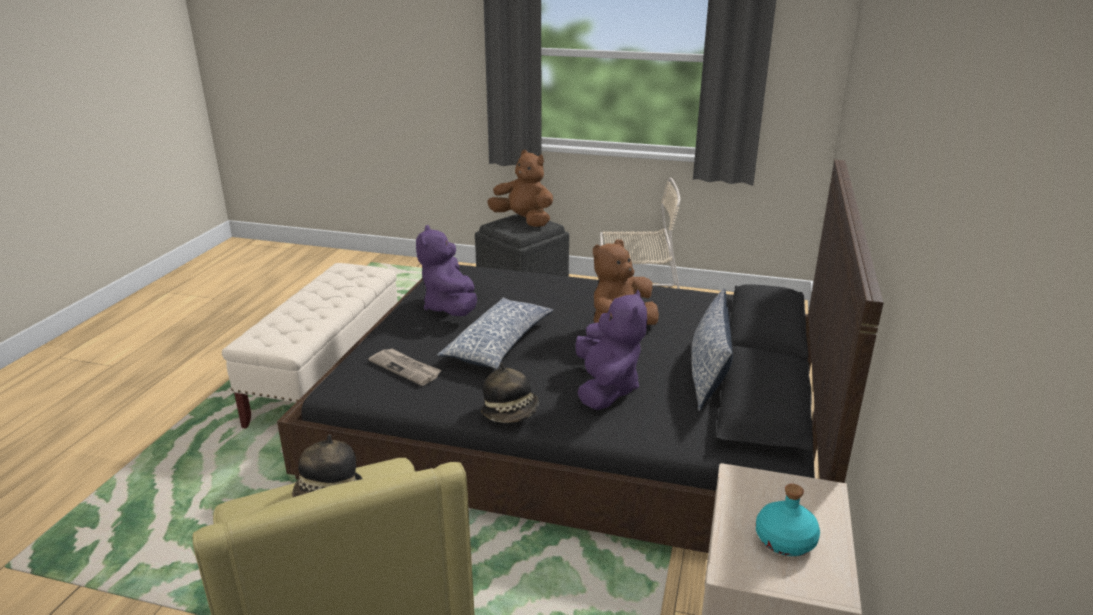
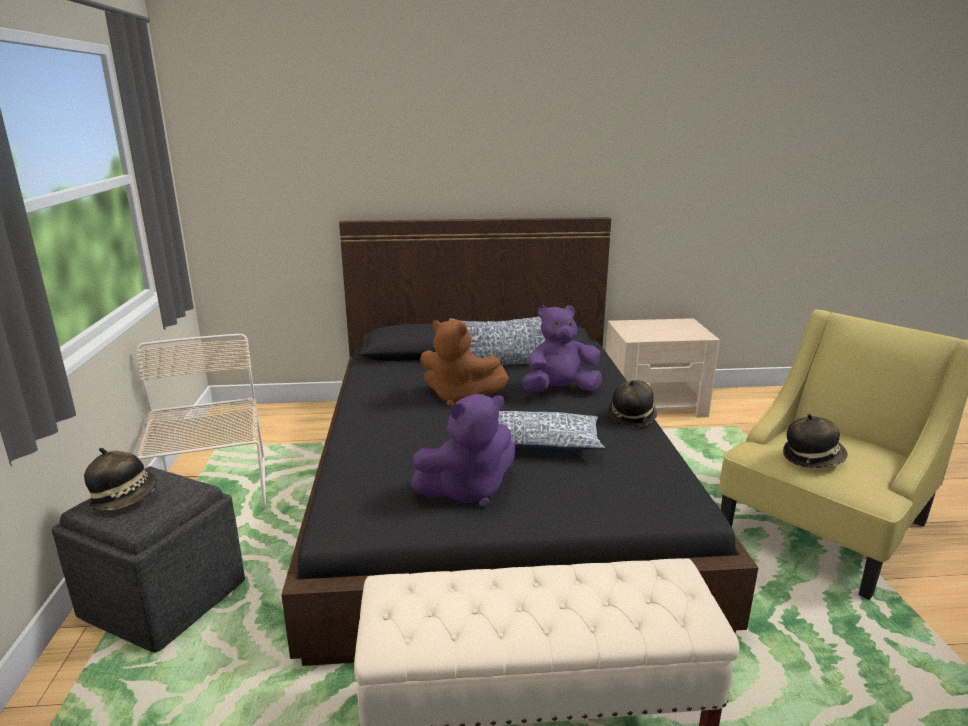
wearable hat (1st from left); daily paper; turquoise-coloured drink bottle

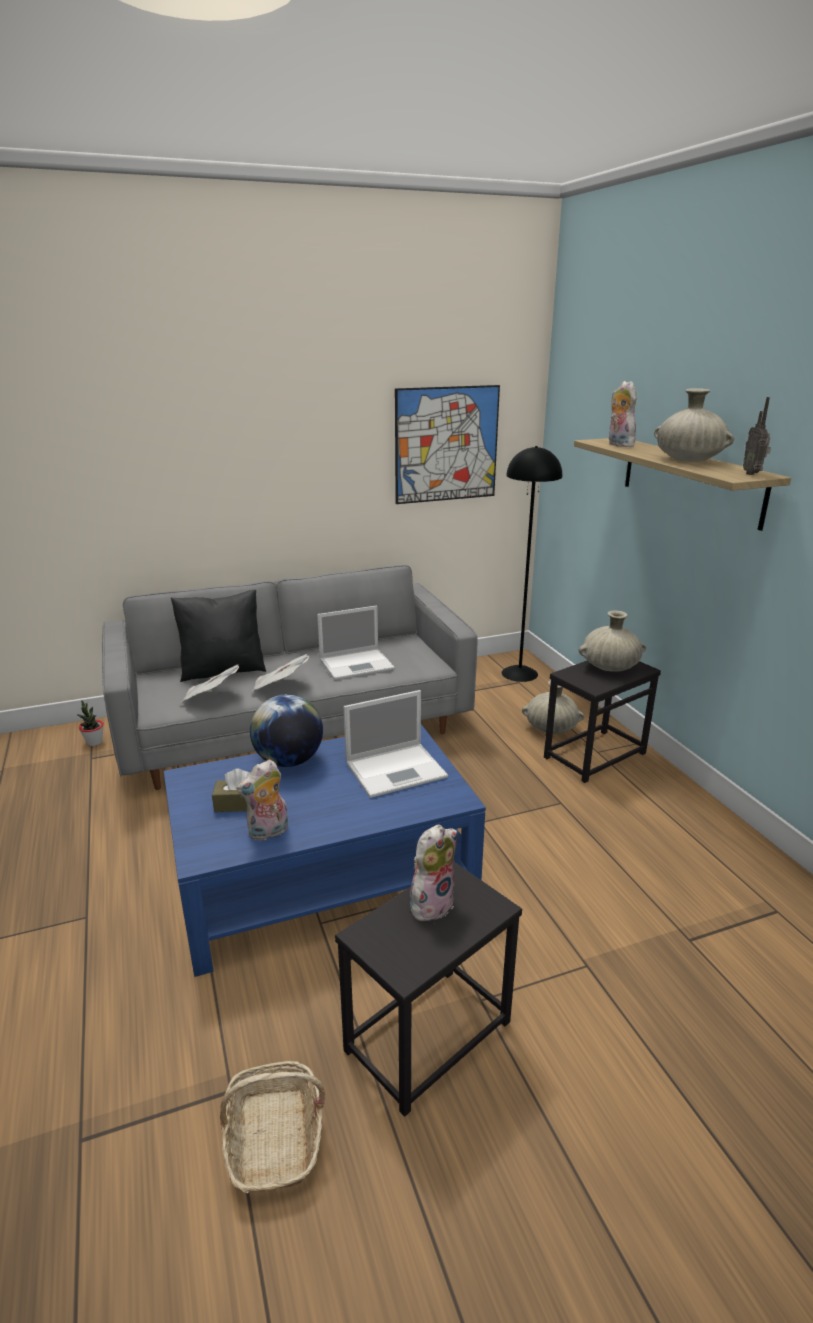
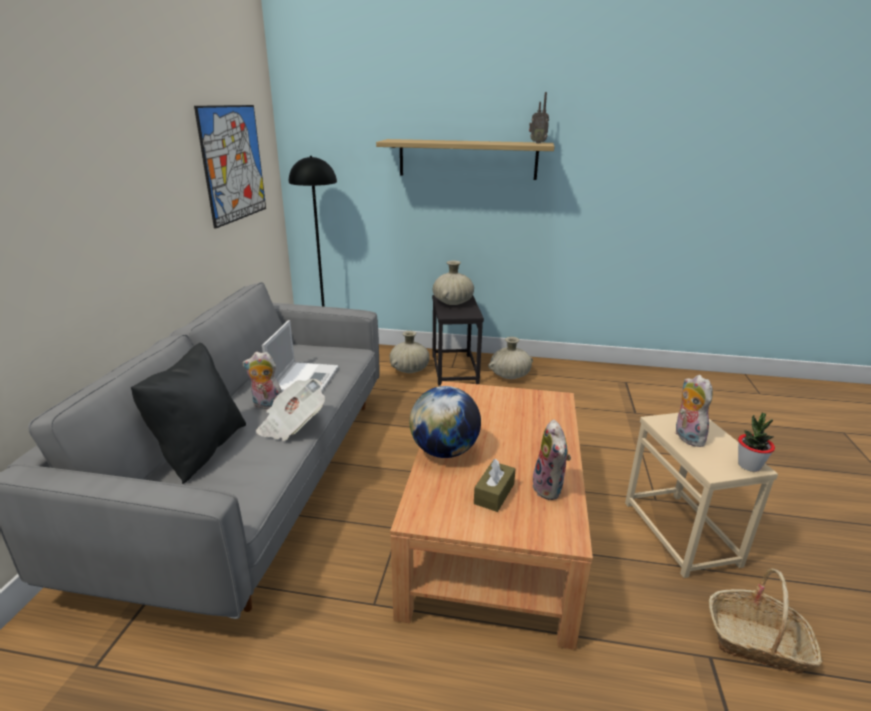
cuddly toy (1st from left); brown coffee table; beige-coloured decorative vase (3rd from left); beige-coloured side table; plant in a pot; daily paper (1st from left in the first image); laptop (2nd from left in the first image)

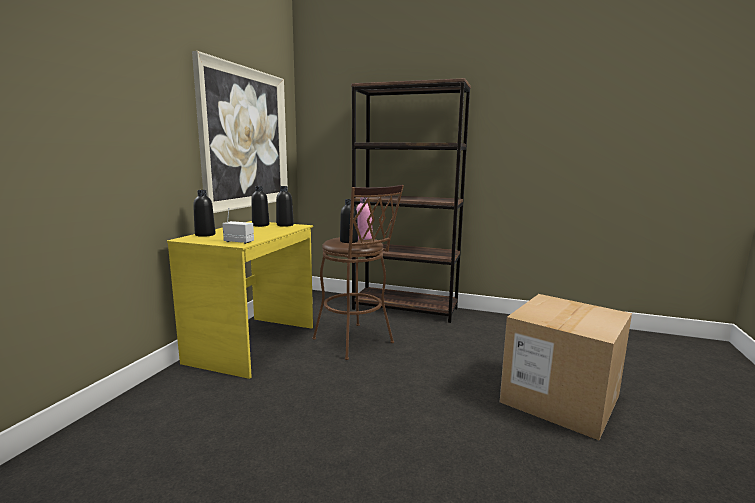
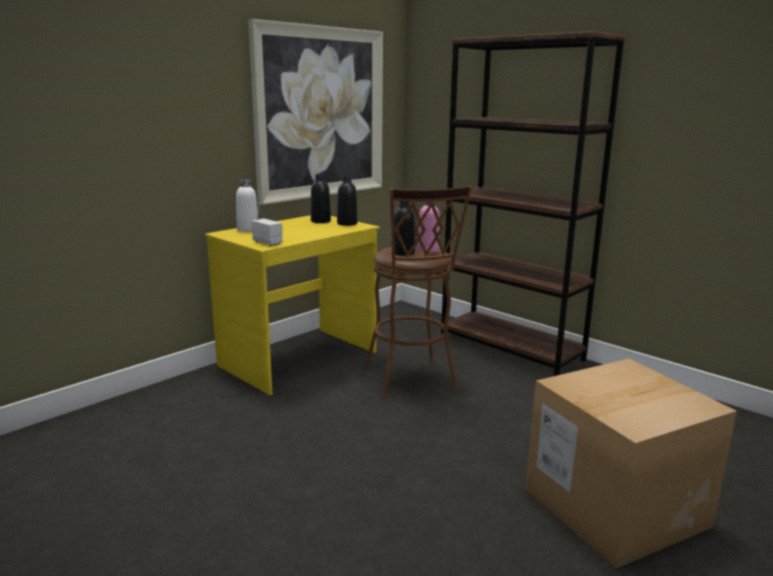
whitish drink bottle

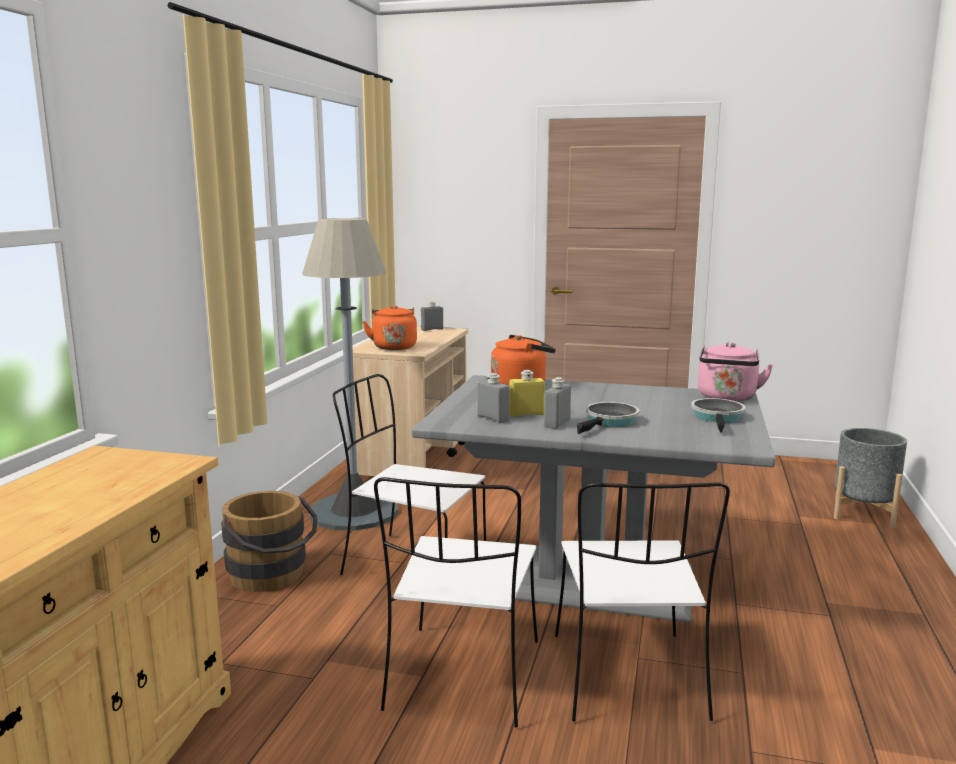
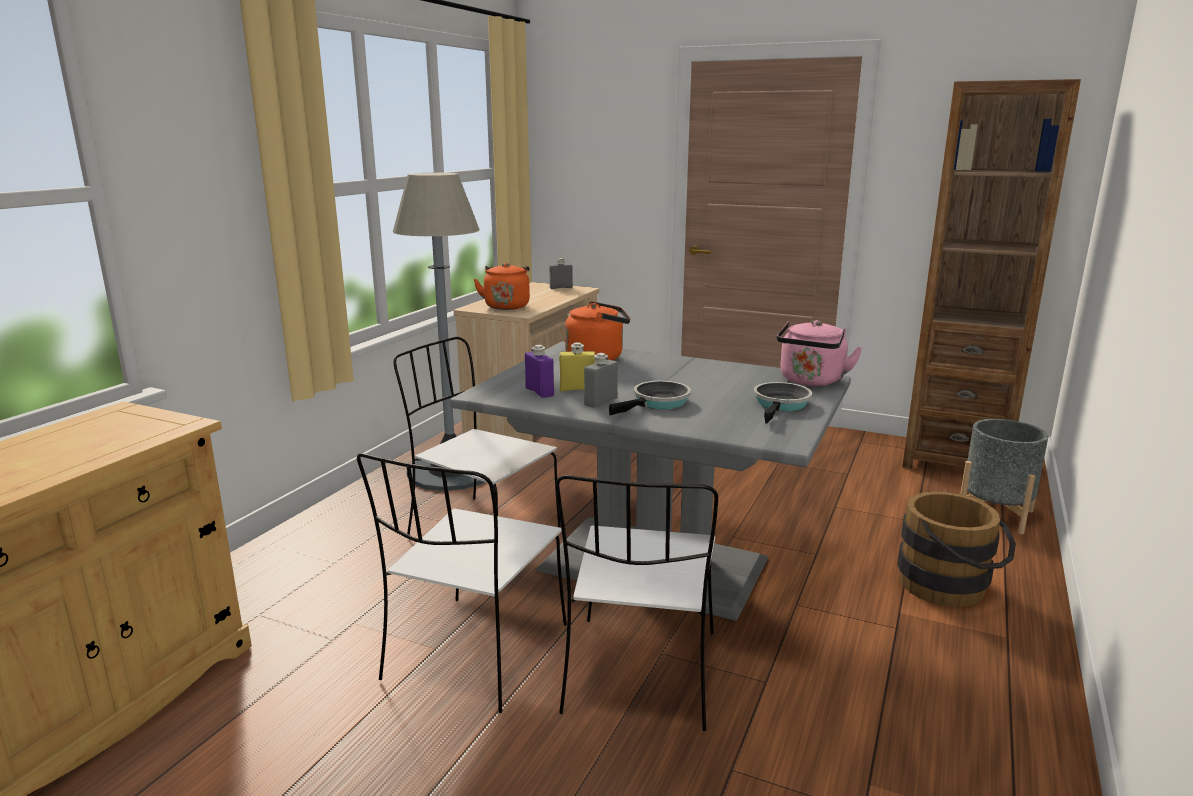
purple-coloured drink bottle; brown bucket; brown bookshelf

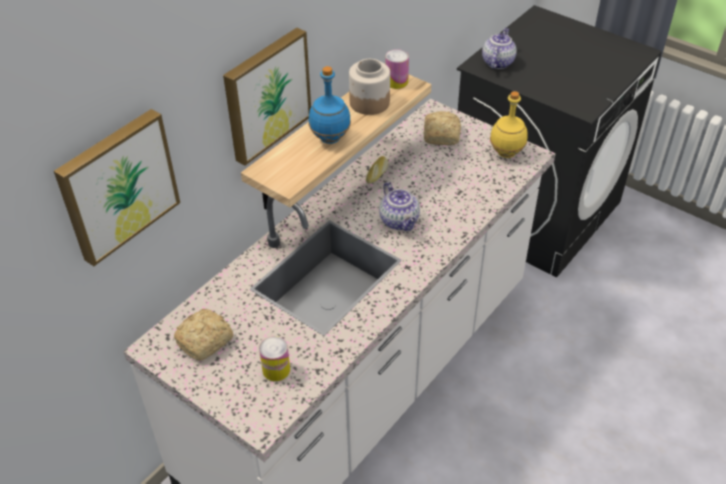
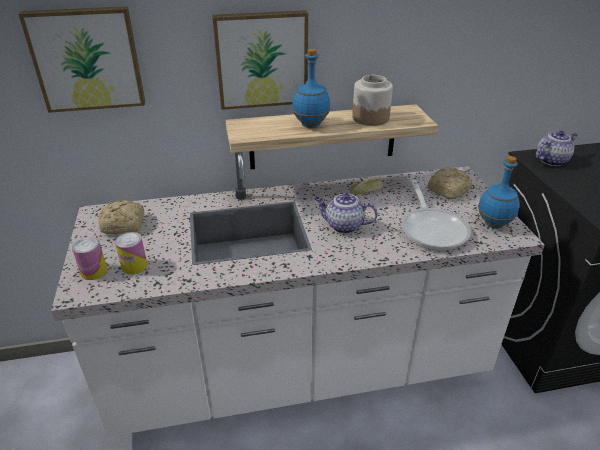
sealed can (1st from left); teapot (1st from left); frying pan; blue drink bottle (2nd from left)

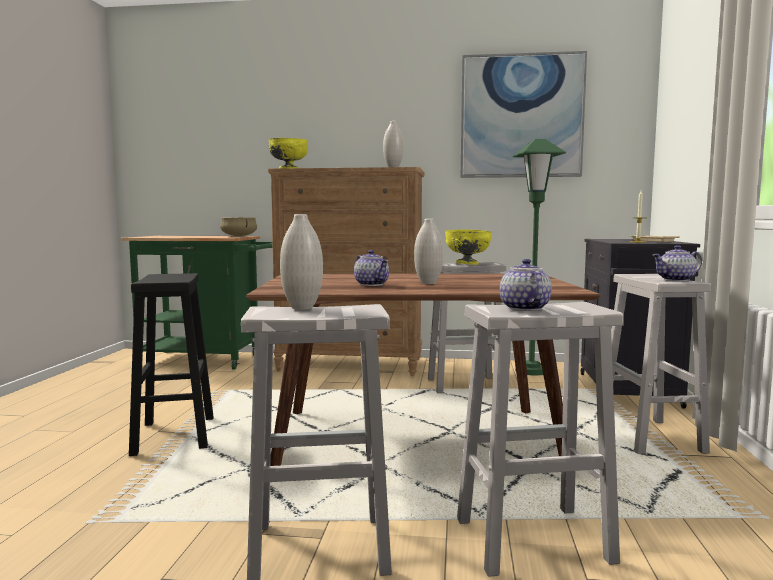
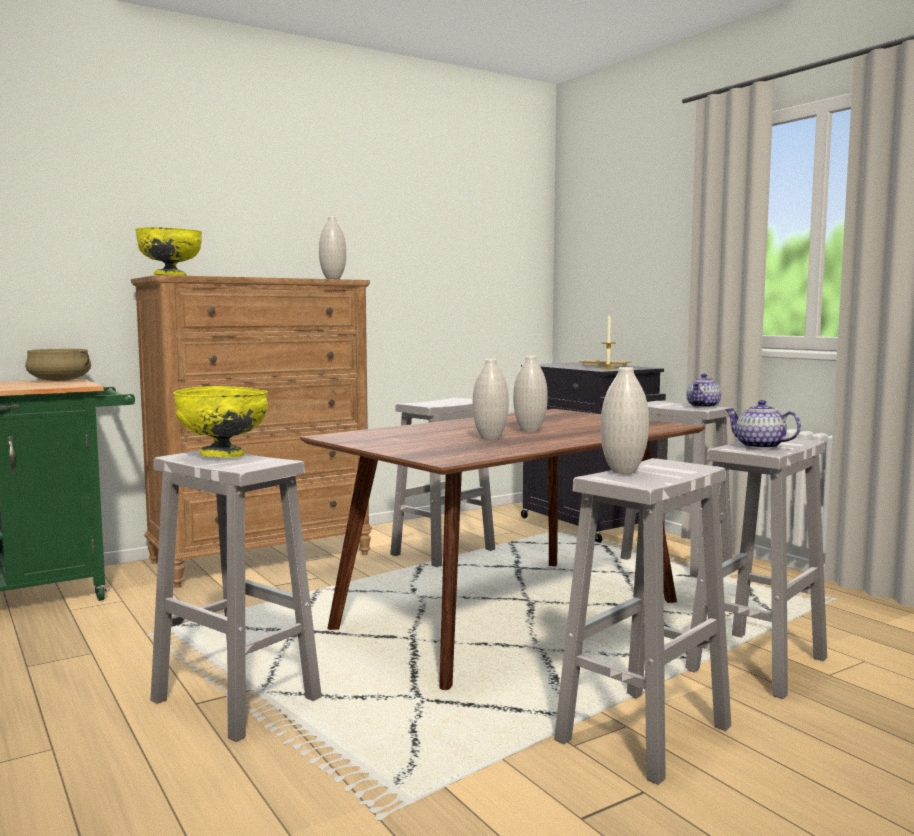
whitish sitting stool (1st from left); yellowish serving bowl (2nd from left); whitish decorative vase (2nd from left); wall picture; greenish standing lamp

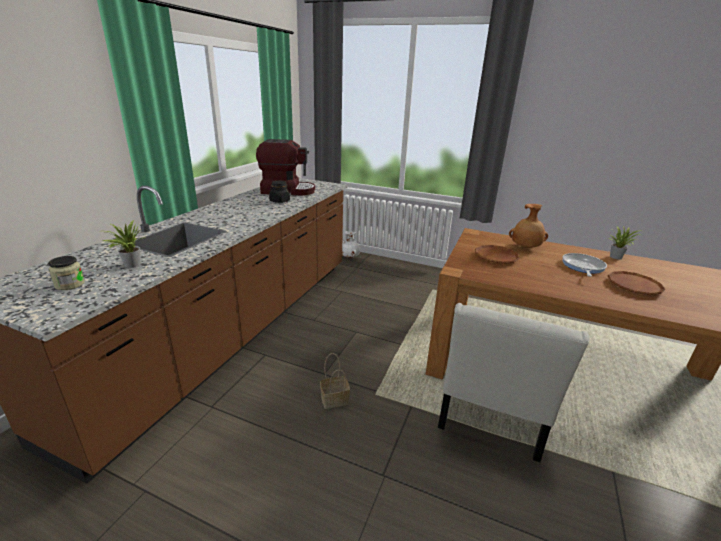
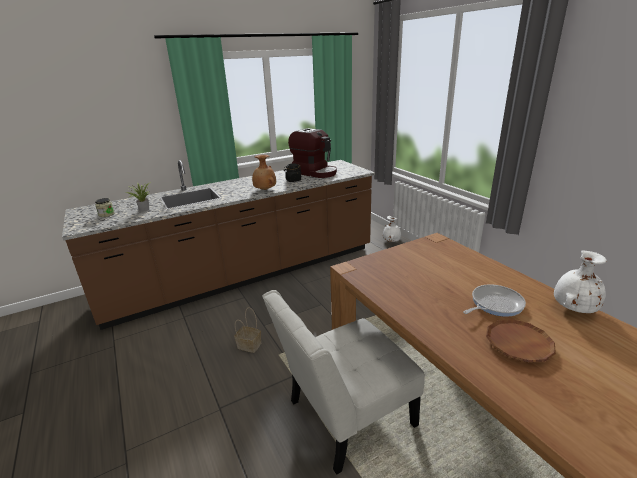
brown decorative vase; whitish decorative vase (2nd from left); brown dinner plate (1st from left in the first image)

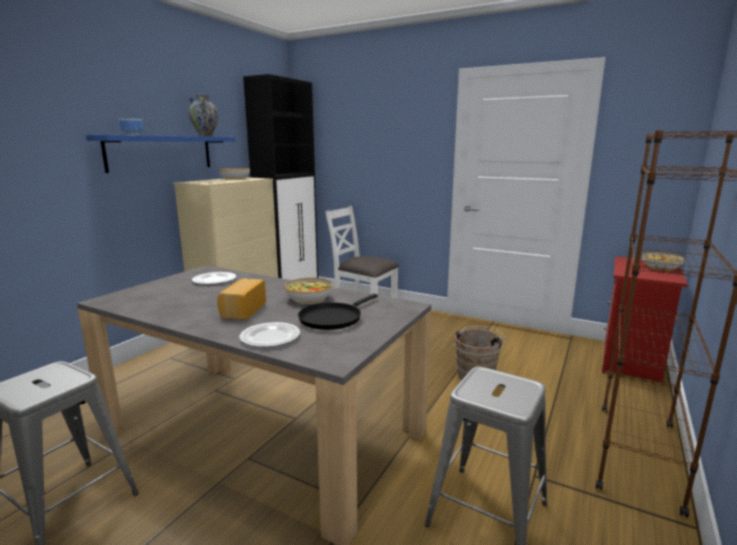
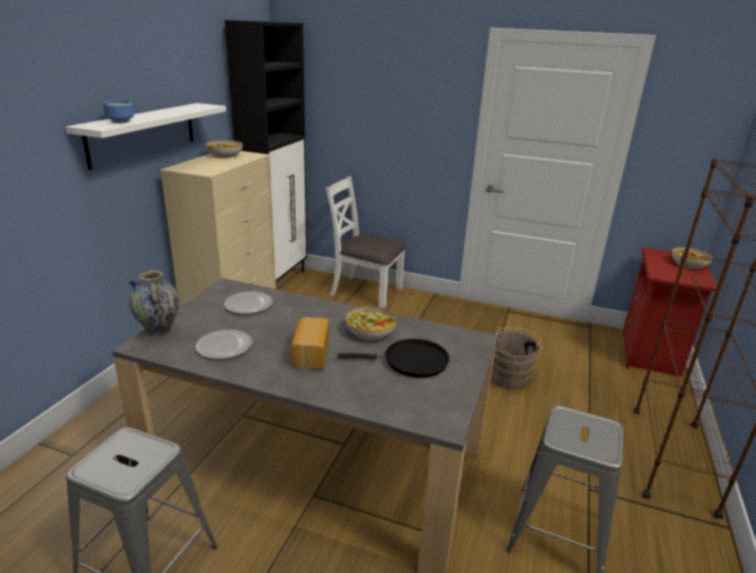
whitish wall shelf; decorative vase; dinner plate (1st from left); black-coloured frying pan

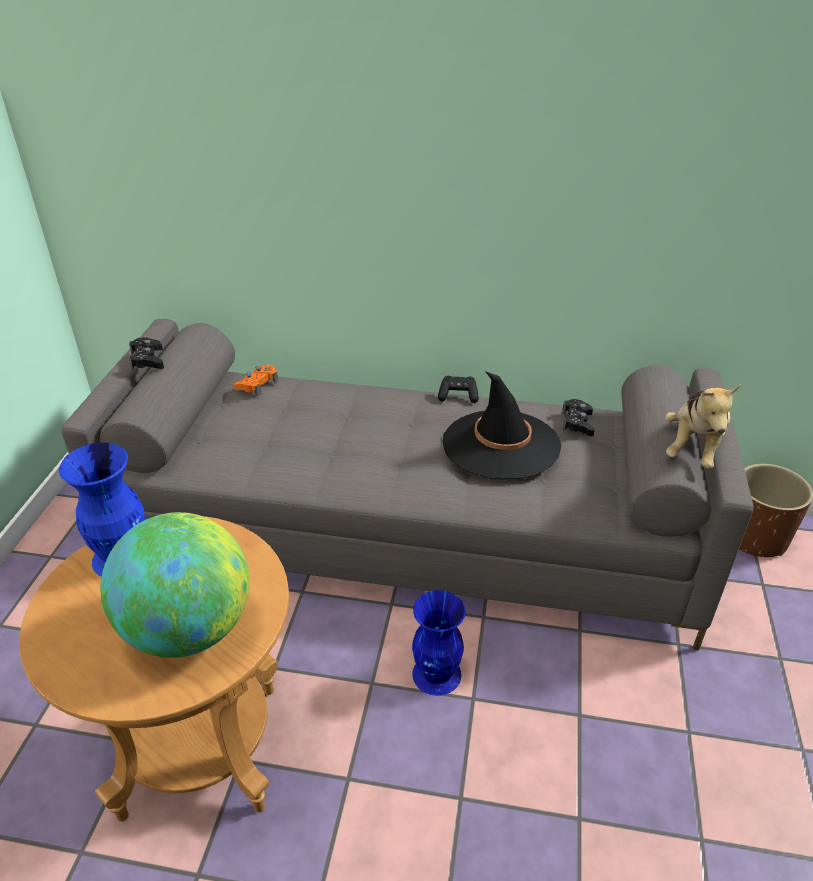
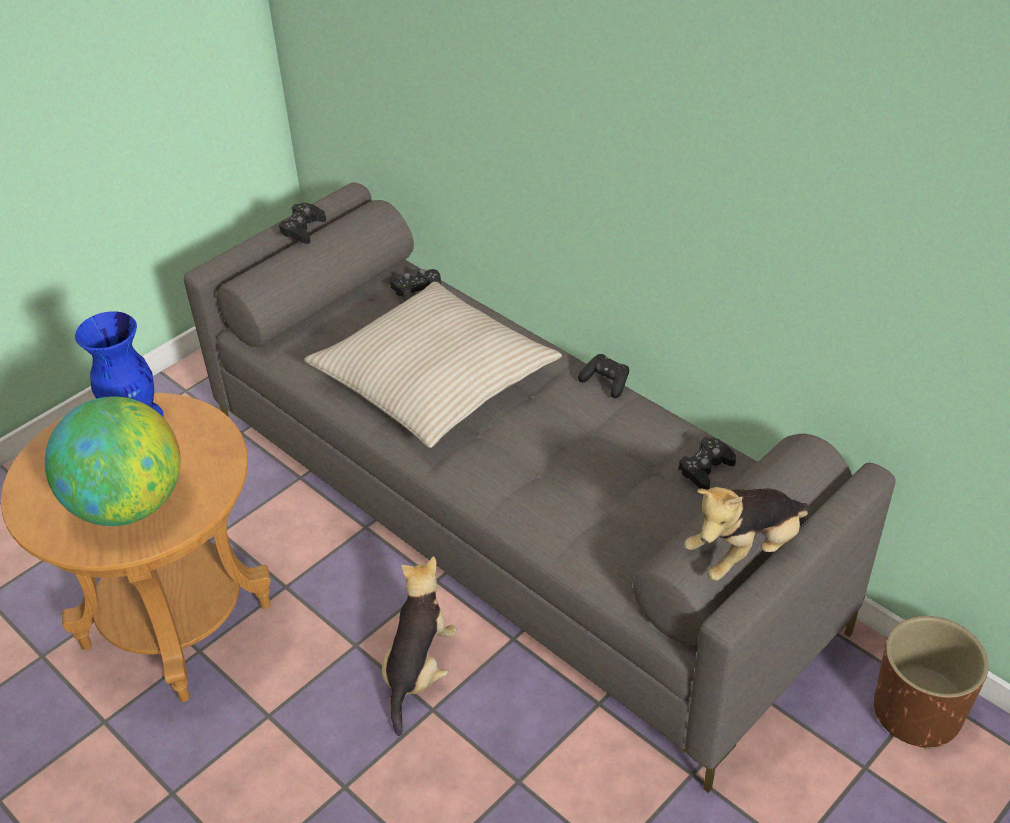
beige-coloured pillow; cuddly toy (1st from left); black-coloured gamepad (2nd from left); black-coloured wearable hat

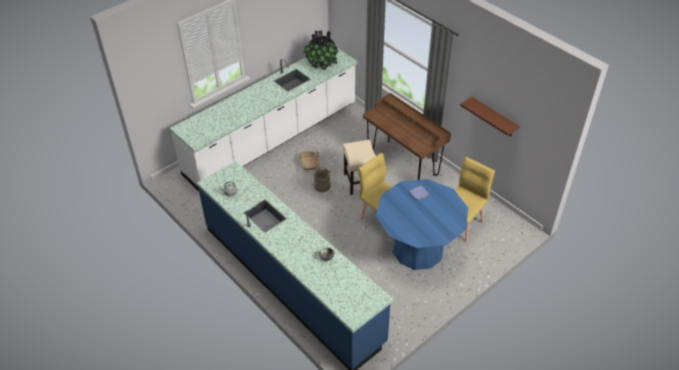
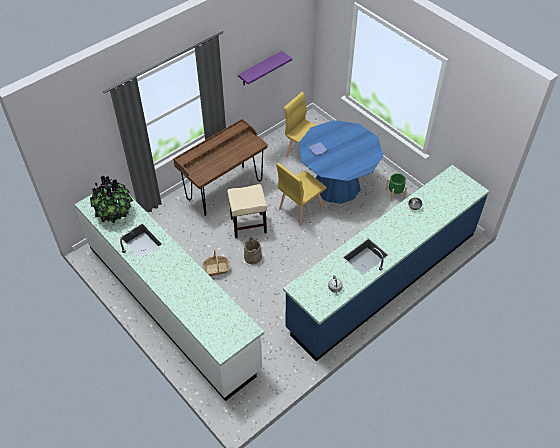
purple-coloured wall shelf; greenish flower pot

